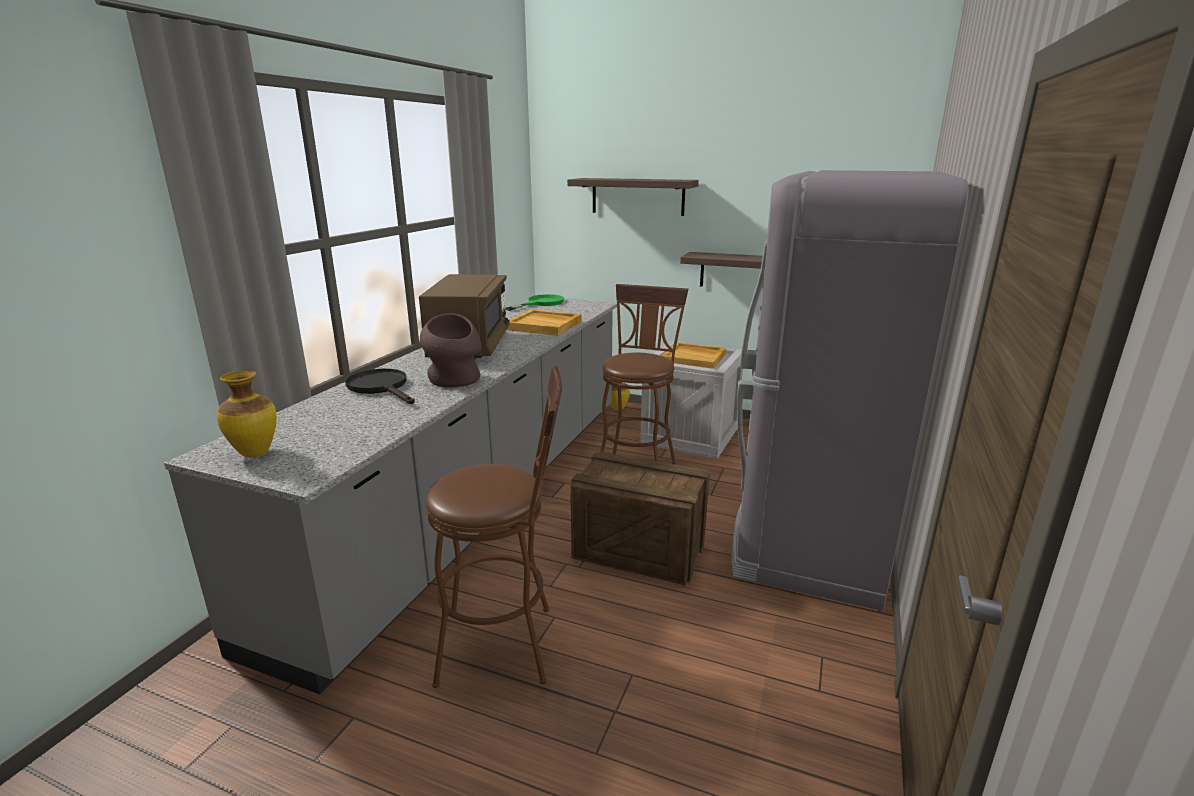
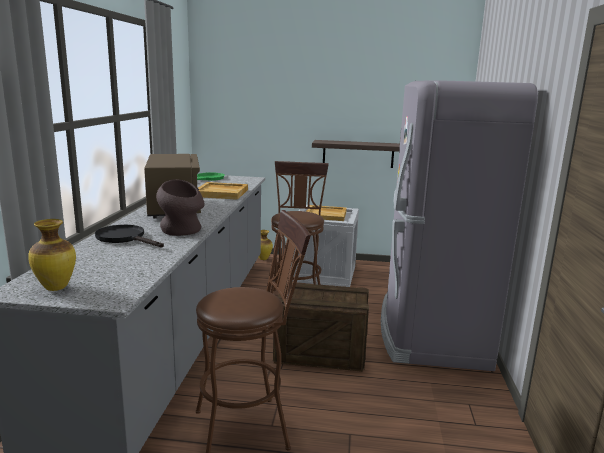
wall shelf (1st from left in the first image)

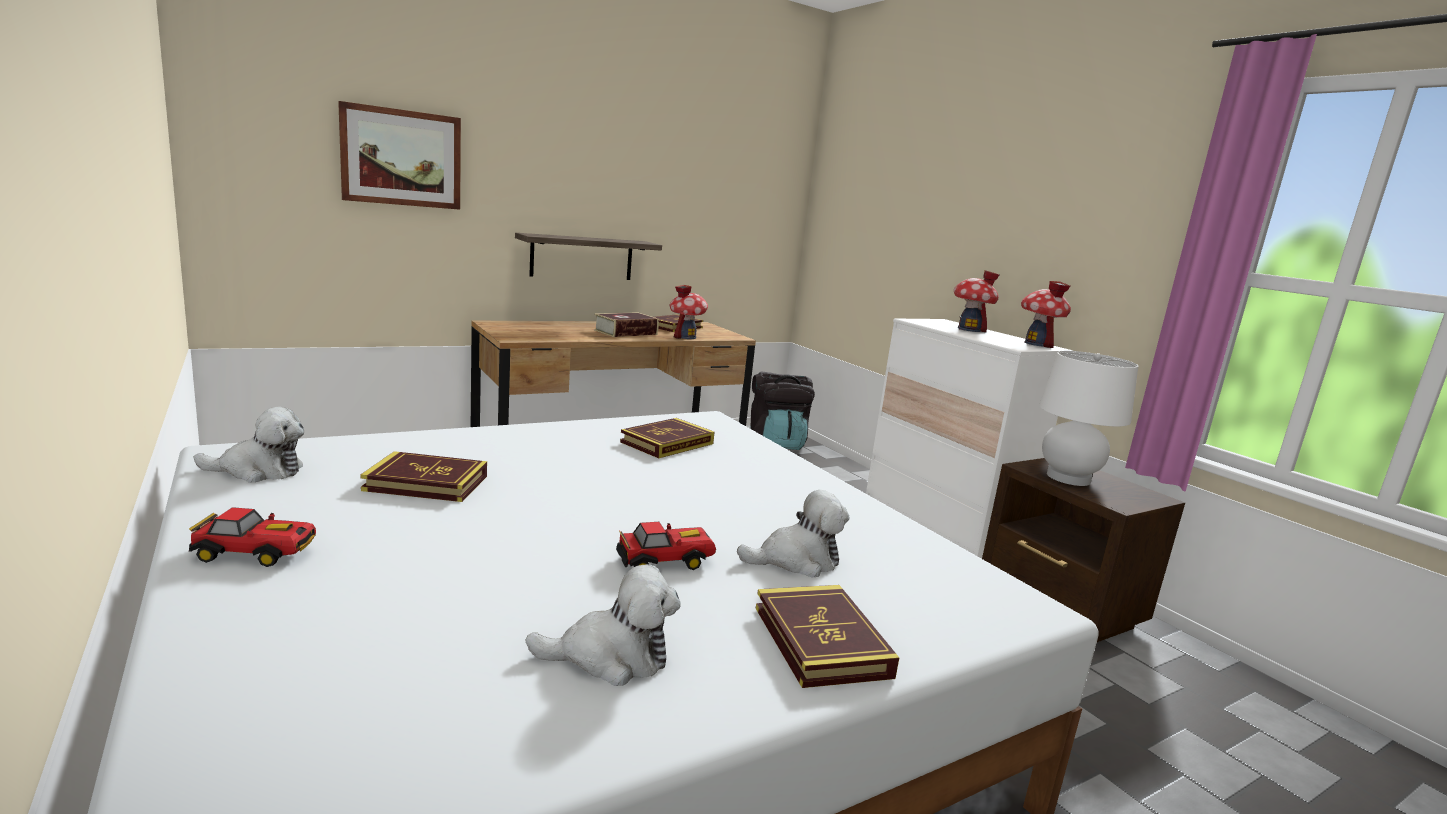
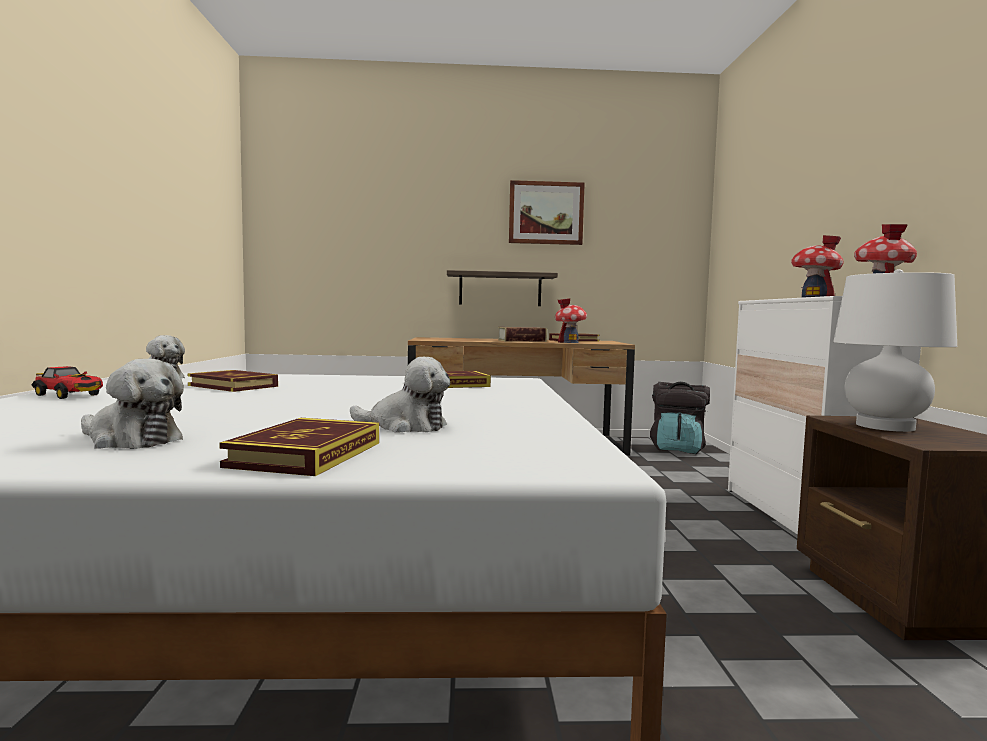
wall picture; model car (2nd from left in the first image)

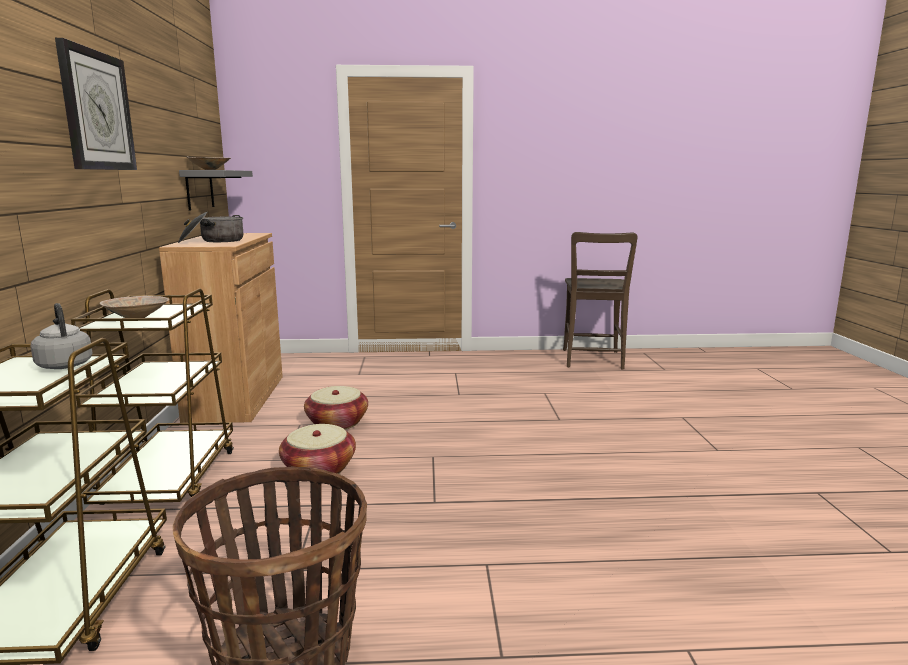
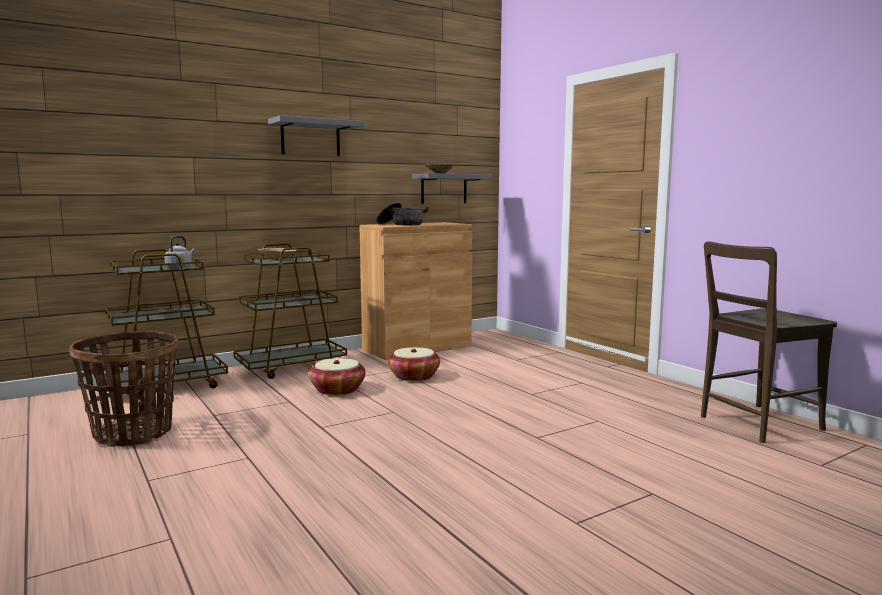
greyish wall shelf (1st from left)

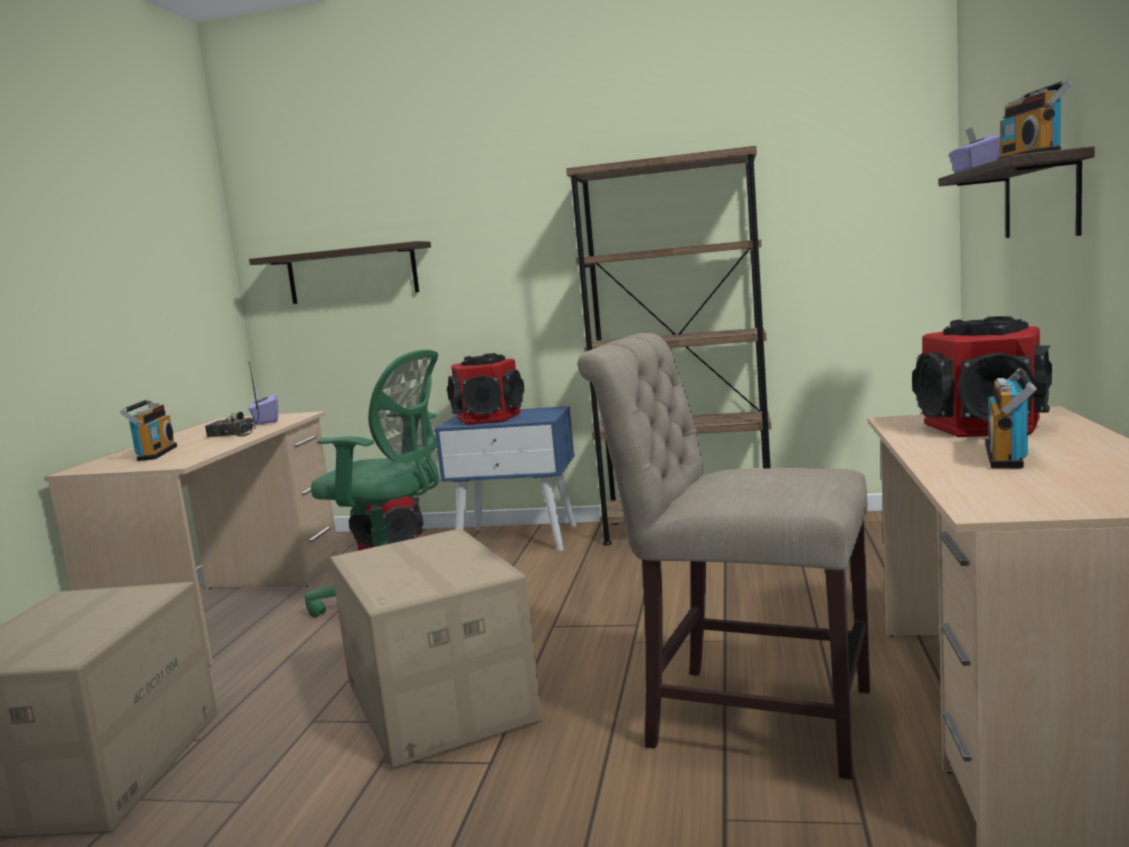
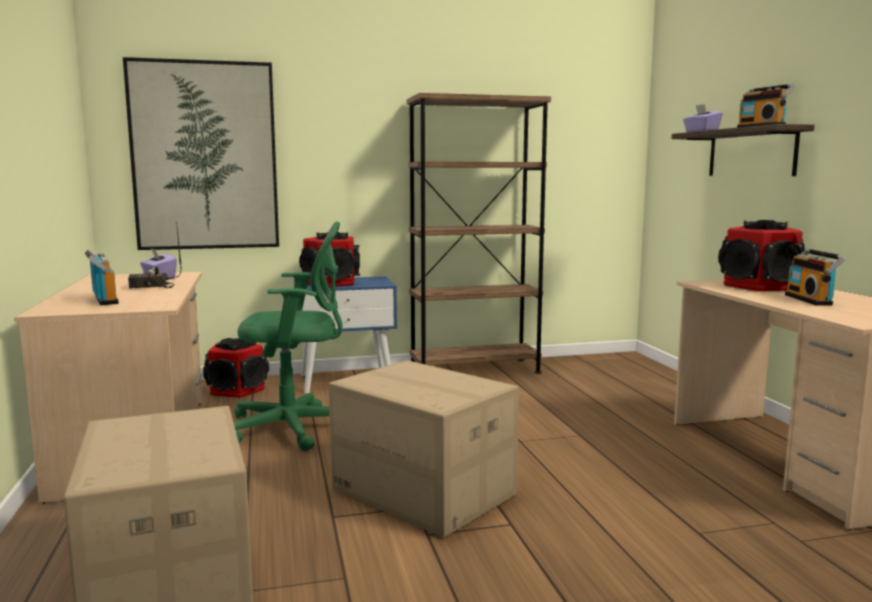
wall picture; beige-coloured plain chair

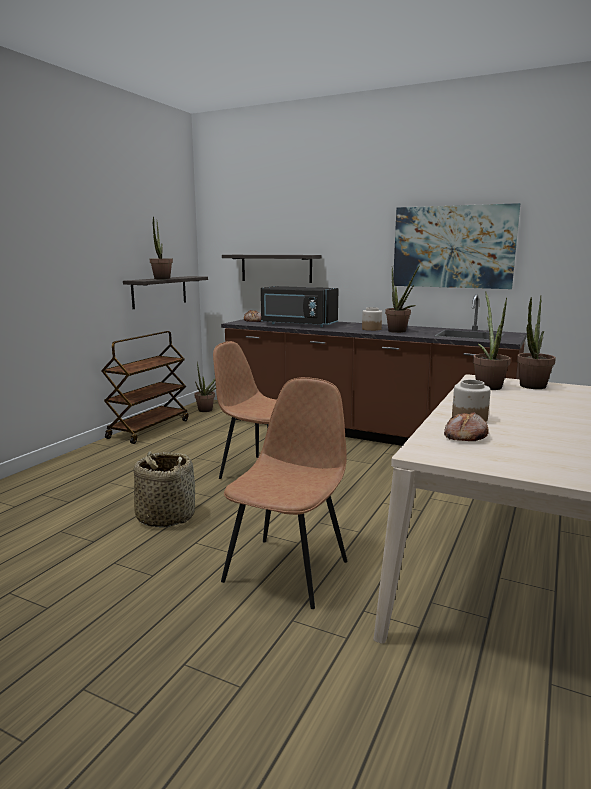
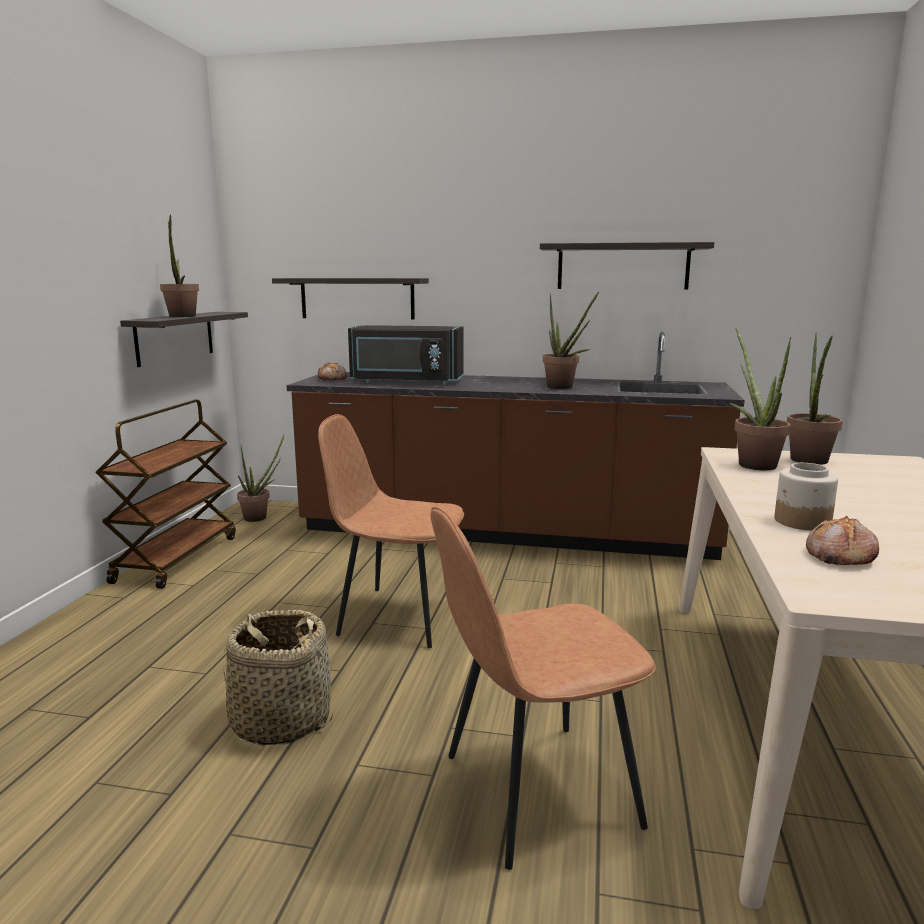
brown plain chair (2nd from left); wall shelf (3rd from left); preserve jar (1st from left in the first image)

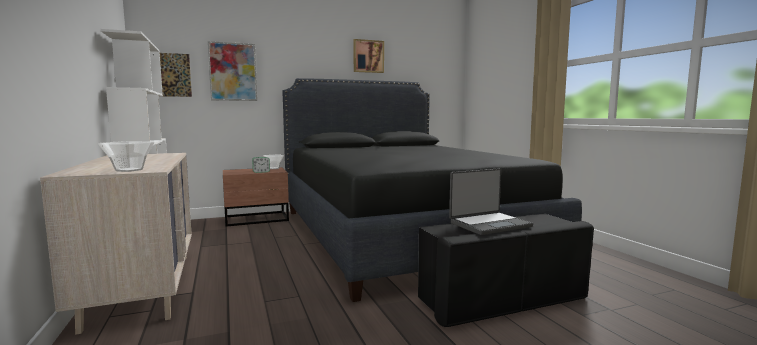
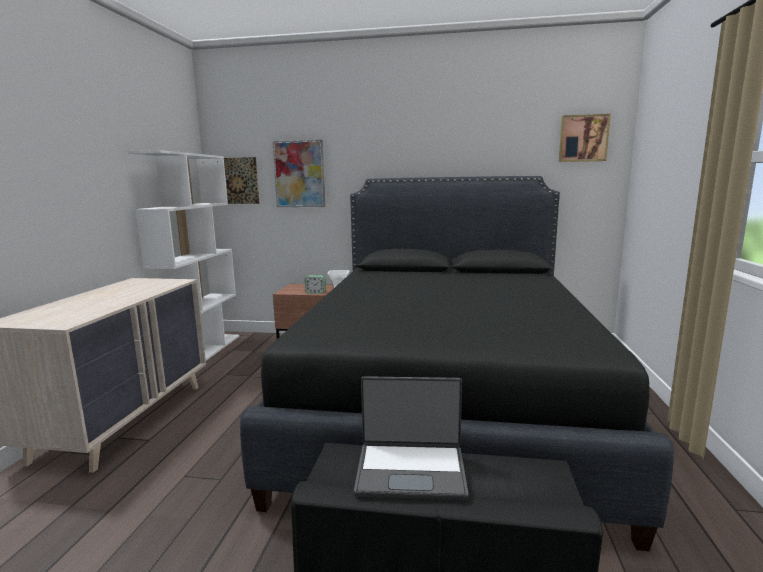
wall picture (3rd from left); serving bowl (1st from left in the first image)

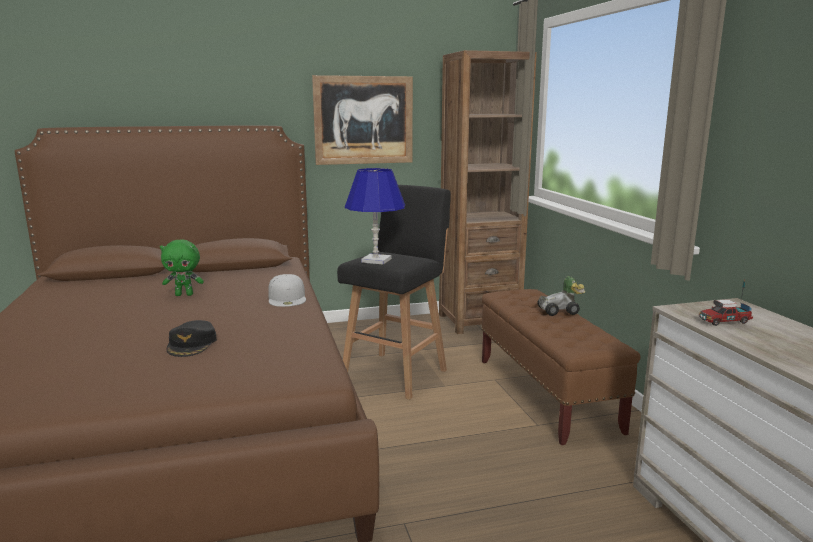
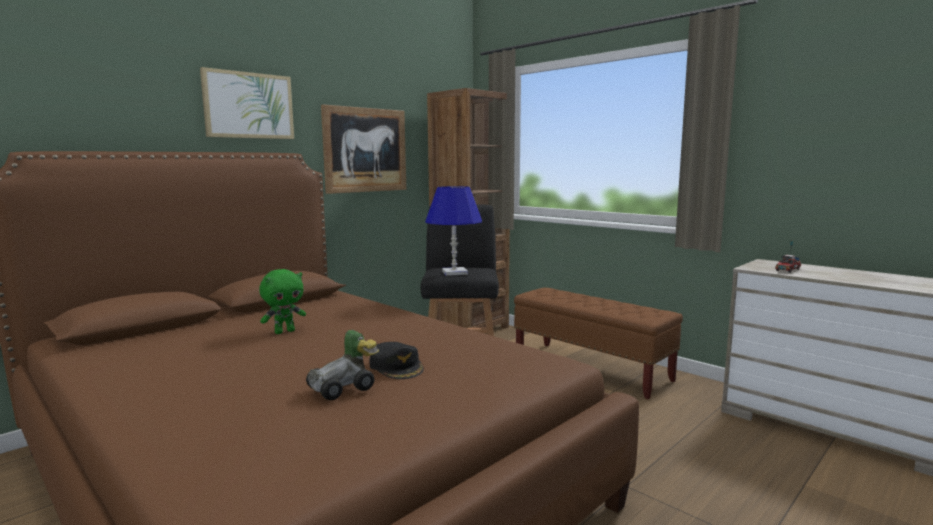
wall picture (1st from left); model car; whitish baseball cap

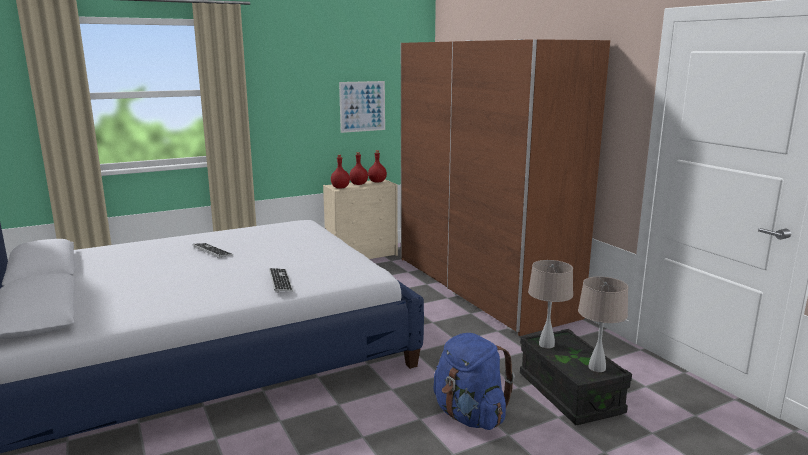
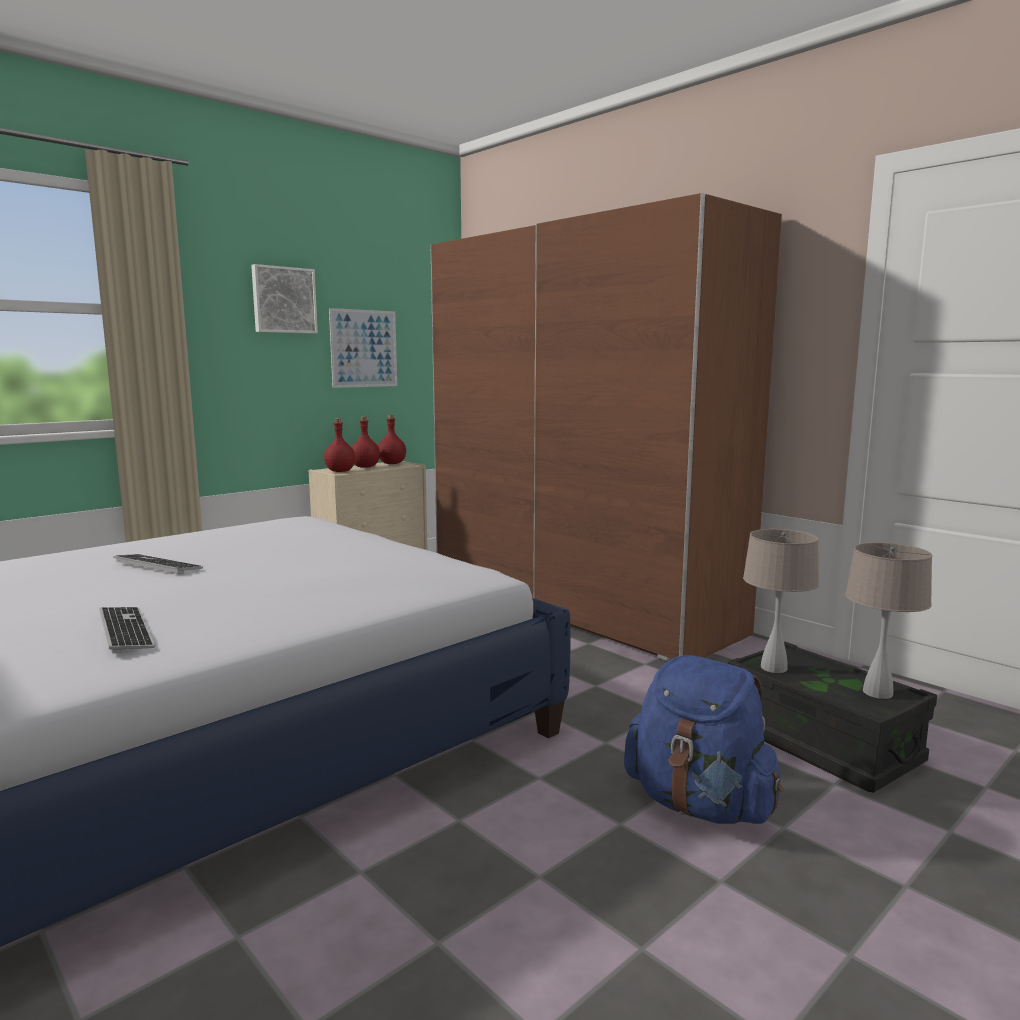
keyboard (1st from left); wall picture (1st from left)

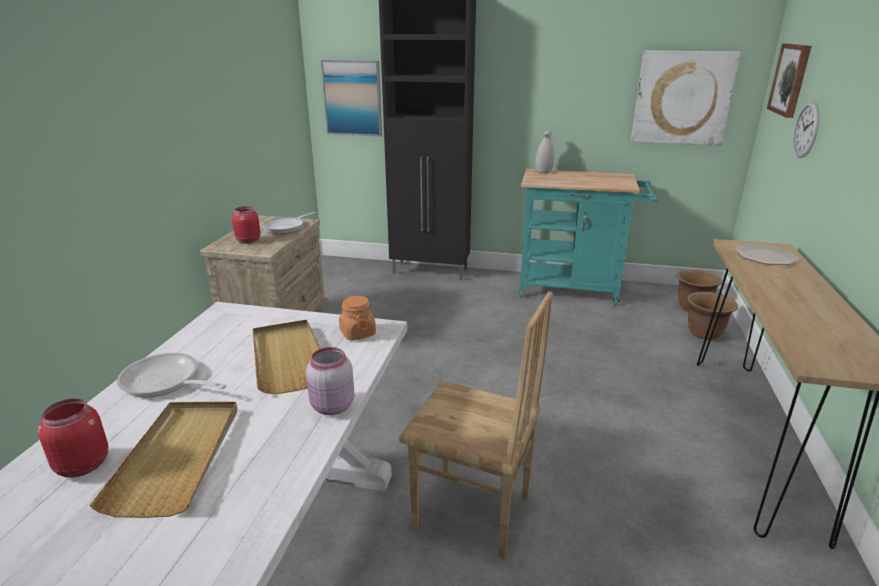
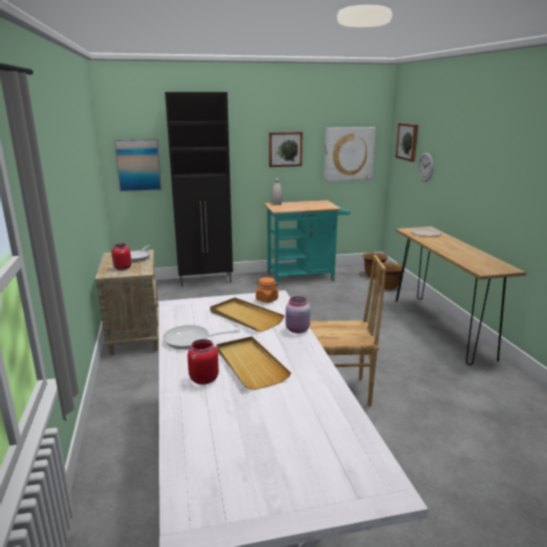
wall picture (2nd from left)

